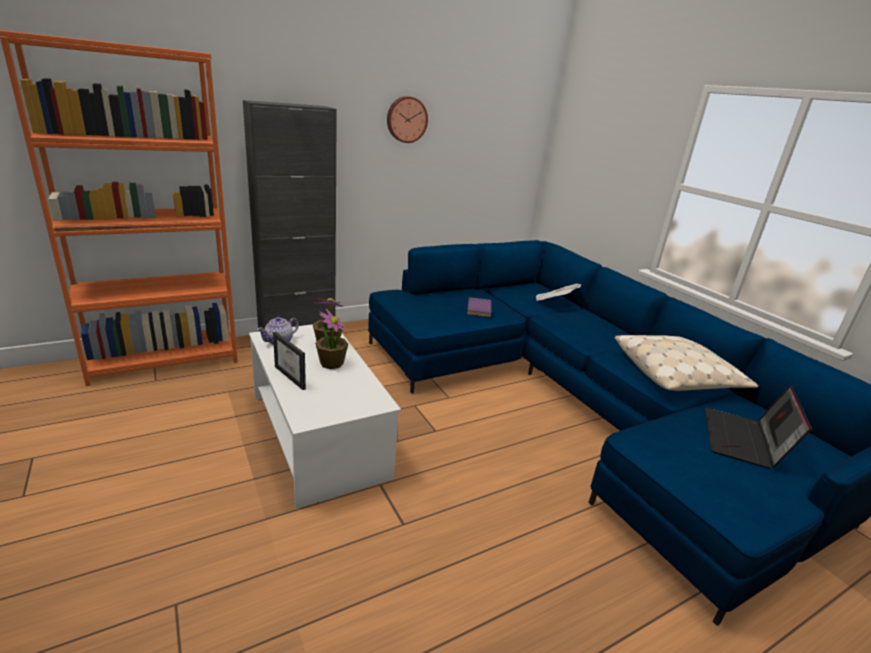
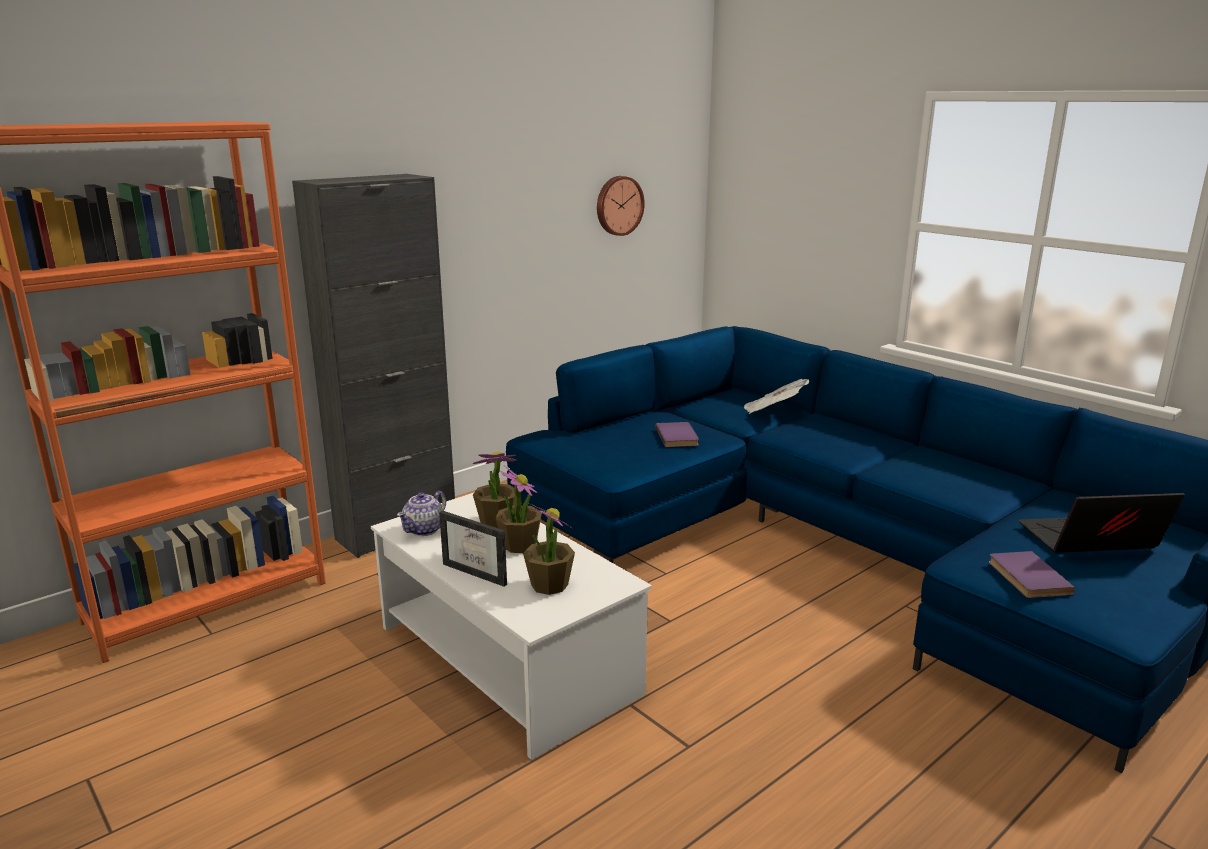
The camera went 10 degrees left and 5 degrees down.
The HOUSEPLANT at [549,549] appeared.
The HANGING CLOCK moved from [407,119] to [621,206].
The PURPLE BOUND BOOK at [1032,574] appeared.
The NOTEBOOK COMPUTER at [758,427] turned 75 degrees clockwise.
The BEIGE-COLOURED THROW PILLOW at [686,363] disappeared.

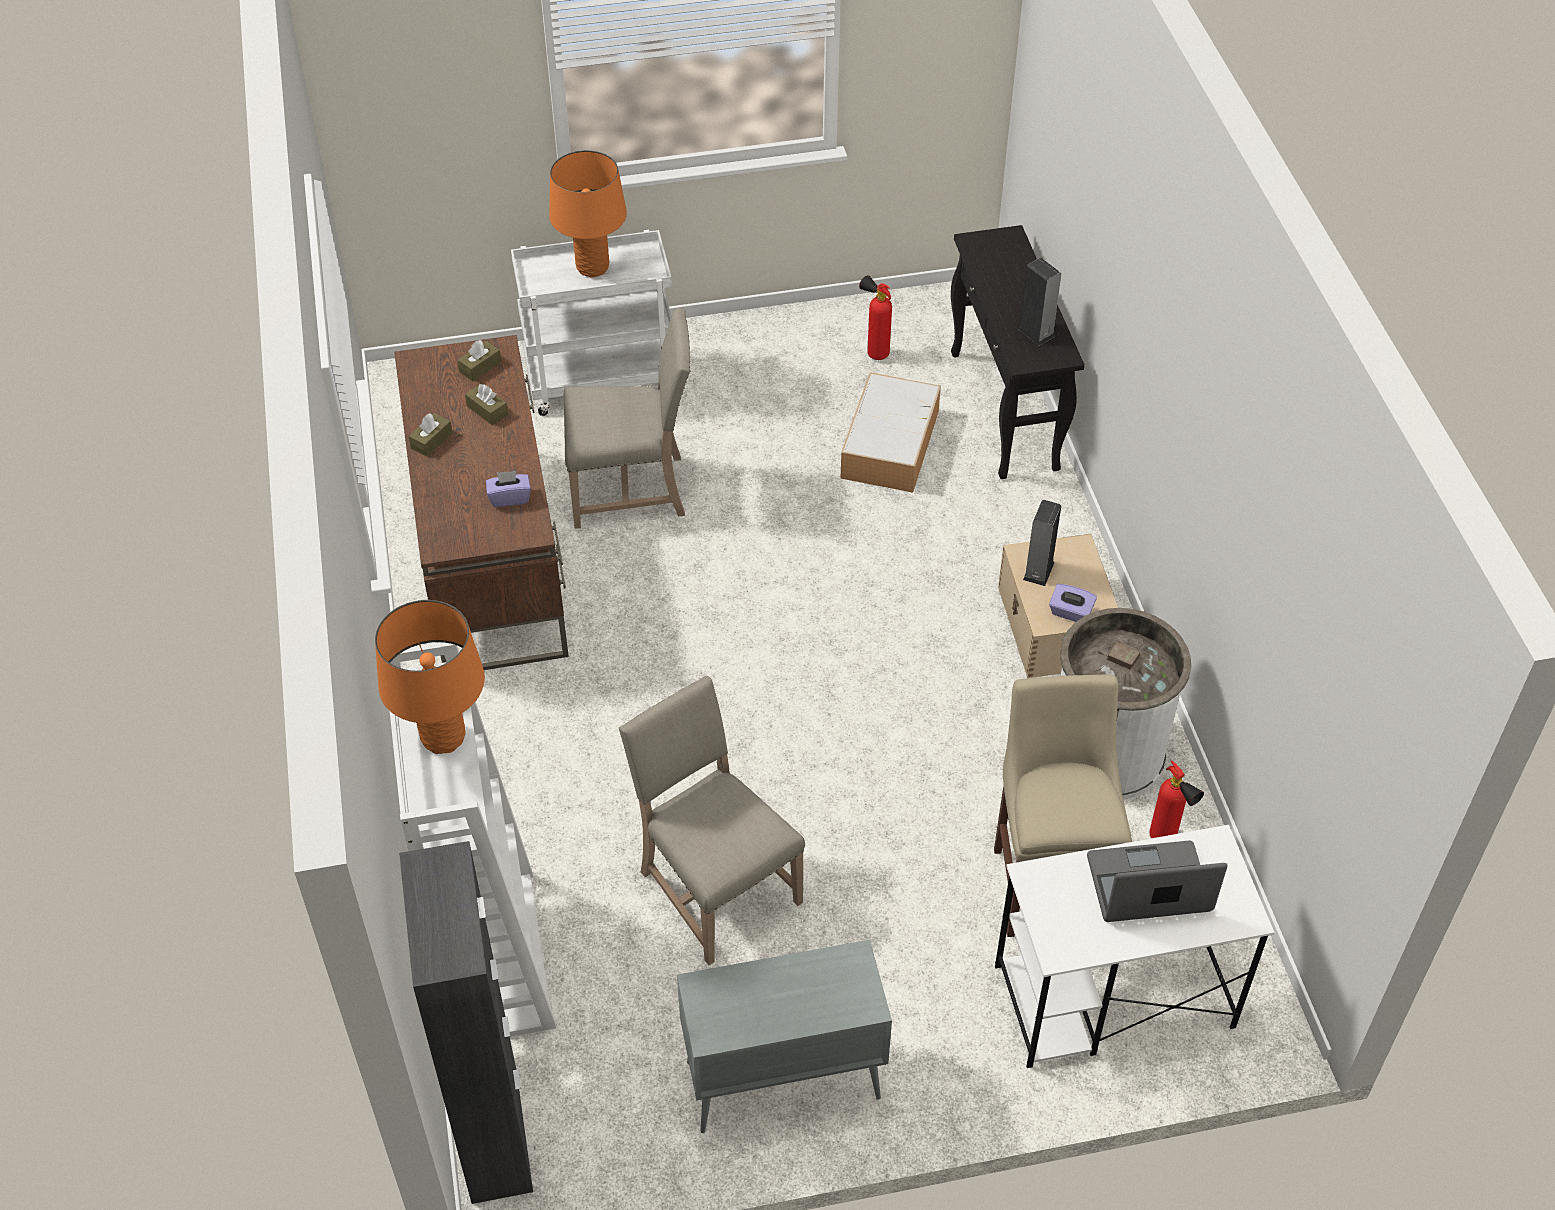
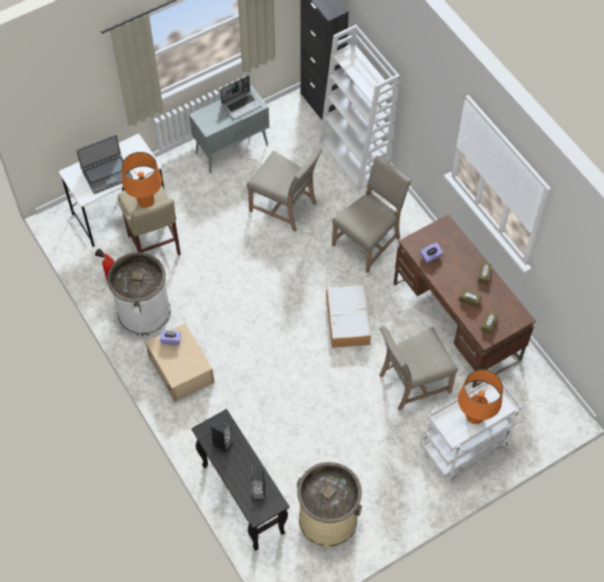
The camera went 160 degrees right and 10 degrees up.
The ORANGE TABLETOP LAMP moved from [430,677] to [142,180].
The NOTEBOOK COMPUTER at [241,97] appeared.
The LOUDSPEAKER moved from [1042,543] to [259,483].
The FIRE EXTINGUISHER at [875,317] was replaced by the BEIGE-COLOURED WASTE BIN at [329,505].
The STORAGE CONTAINER moved from [890,433] to [348,315].
The BEIGE-COLOURED CHAIR at [371,214] appeared.

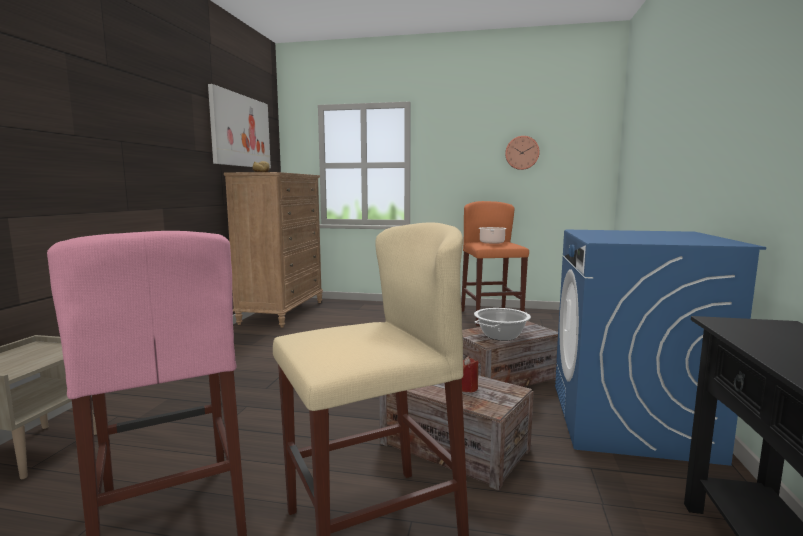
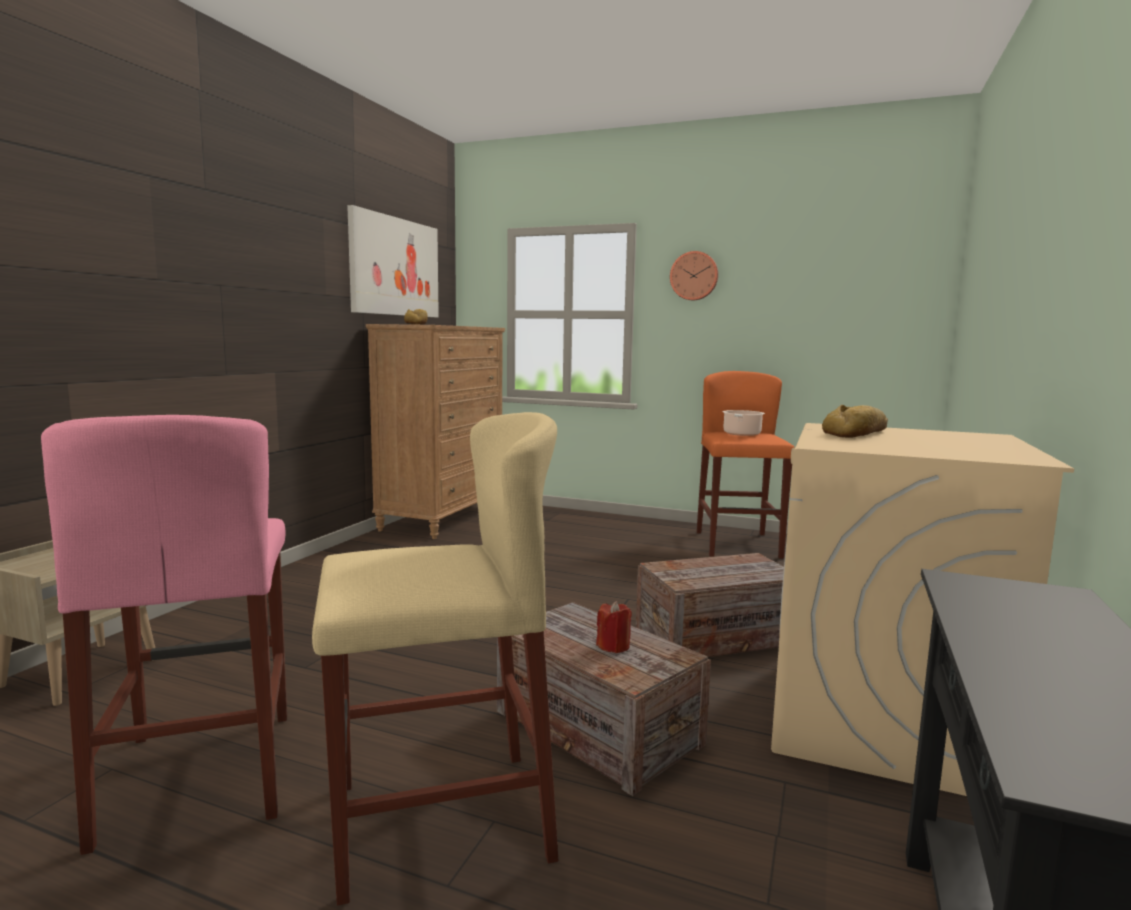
The camera went 10 degrees right and 0 degrees up.
The HANGING CLOCK moved from [522,153] to [694,275].
The BLUE LAUNDRY MACHINE at [660,348] became the BEIGE-COLOURED LAUNDRY MACHINE at [922,609].
The BAKERY BREAD at [855,421] appeared.
The STOCKPOT at [502,324] disappeared.

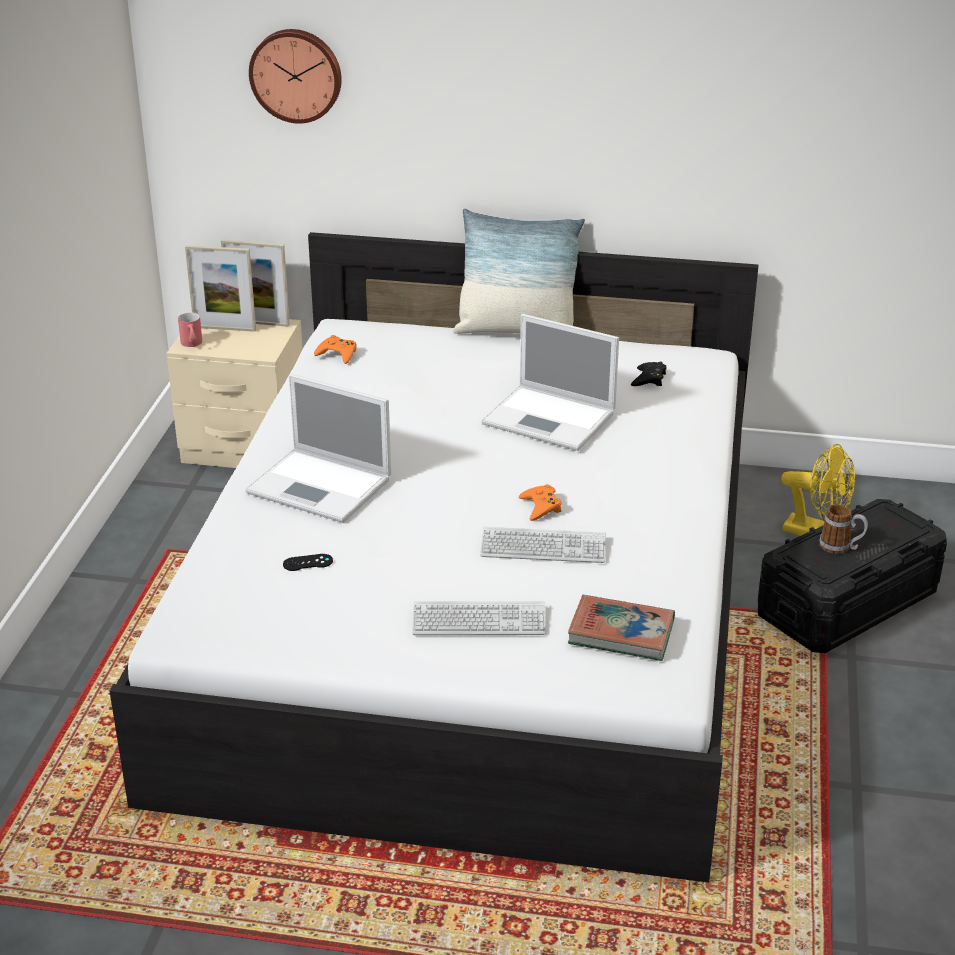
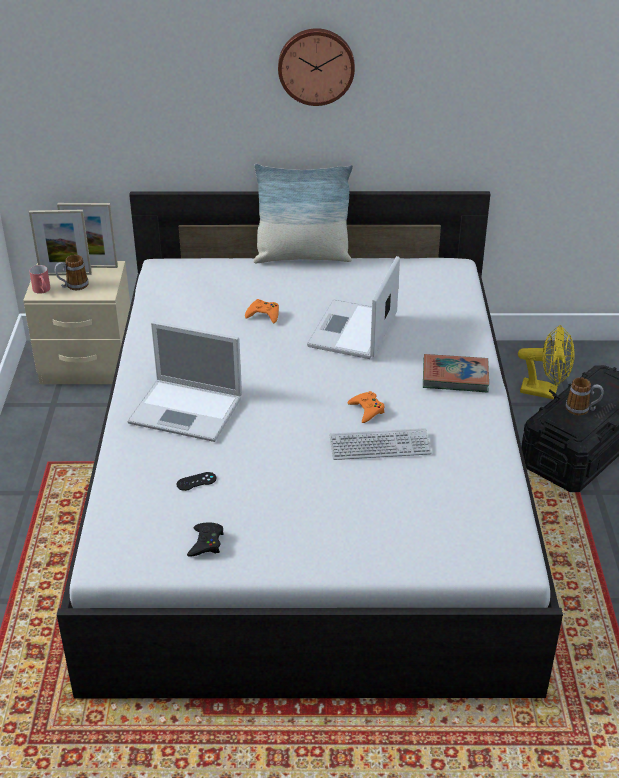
The camera went 10 degrees left and 5 degrees up.
The COFFEE MUG at [72,272] appeared.
The BLACK GAMEPAD moved from [649,374] to [205,539].
The ORANGE GAMEPAD moved from [335,349] to [262,311].
The HANGING CLOCK moved from [295,76] to [316,67].
The NOTEBOOK COMPUTER at [550,382] turned 90 degrees clockwise.
The BOUND BOOK moved from [621,628] to [456,373].
The COMPUTER KEYBOARD at [479,618] disappeared.

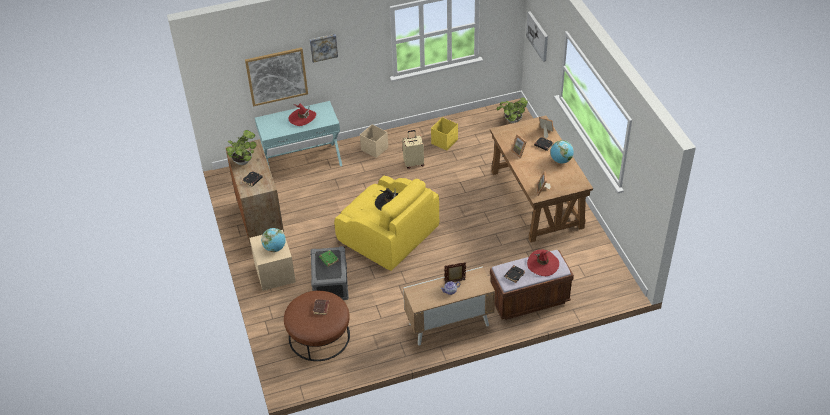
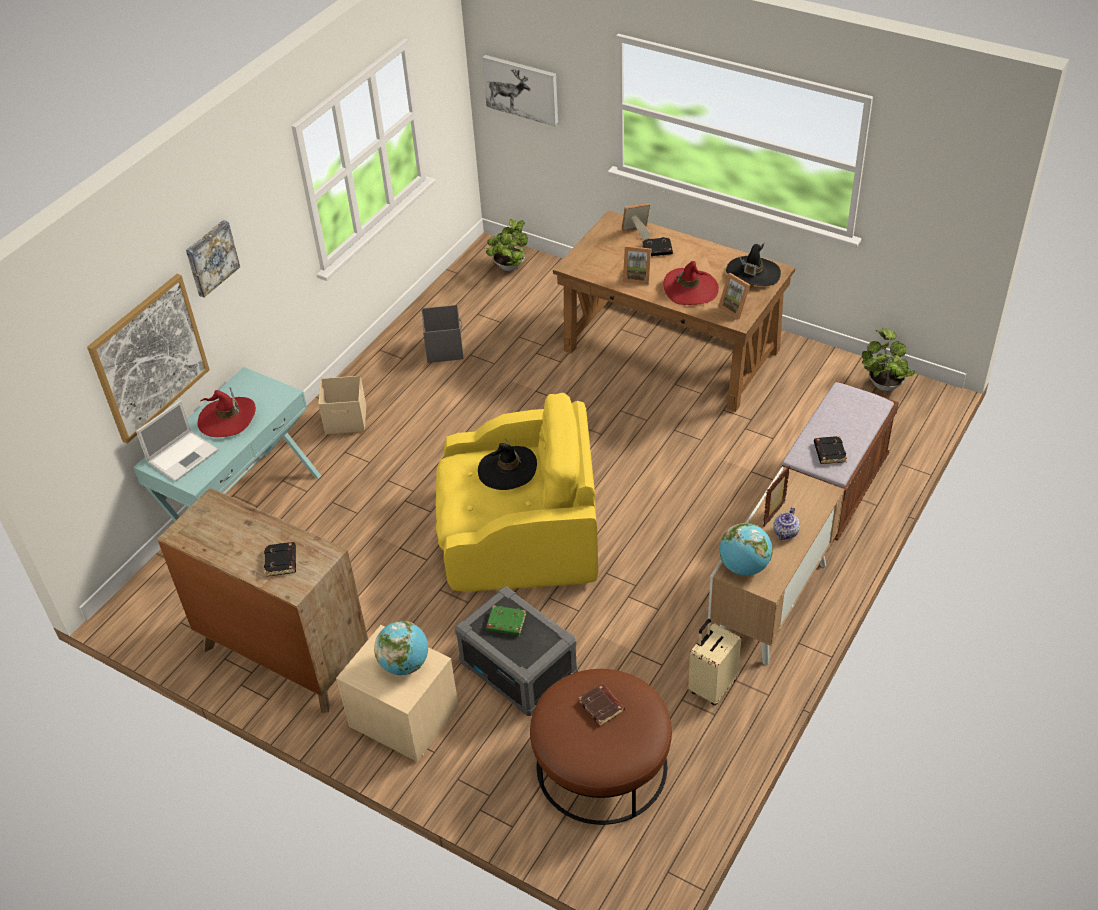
The camera went 40 degrees left and 0 degrees up.
The NOTEBOOK COMPUTER at [177,441] appeared.
The YELLOWISH STORAGE CONTAINER at [444,134] became the GREYISH STORAGE CONTAINER at [442,334].
The REDDISH HAT moved from [543,263] to [691,282].
The BEIGE-COLOURED SUITCASE moved from [413,149] to [714,662].
The DESK GLOBE moved from [562,152] to [746,549].
The BLACK HAT at [753,264] appeared.
The HOUSEPLANT moved from [241,147] to [888,359].

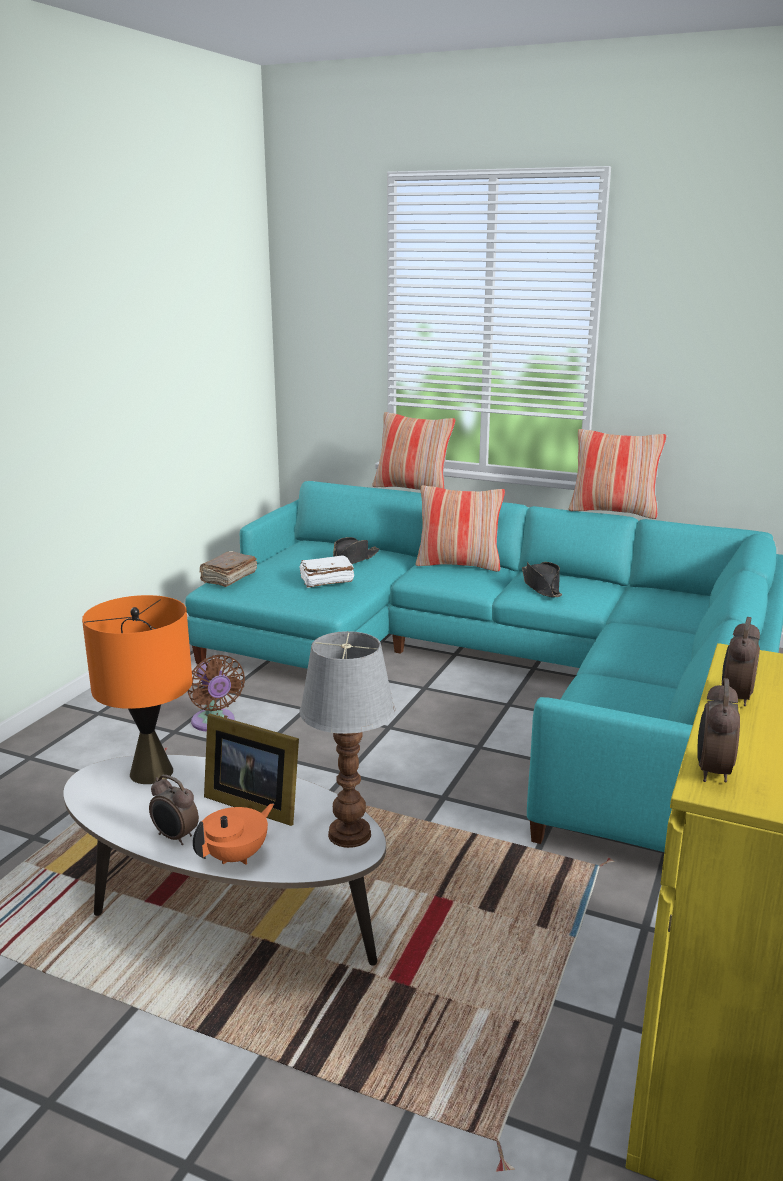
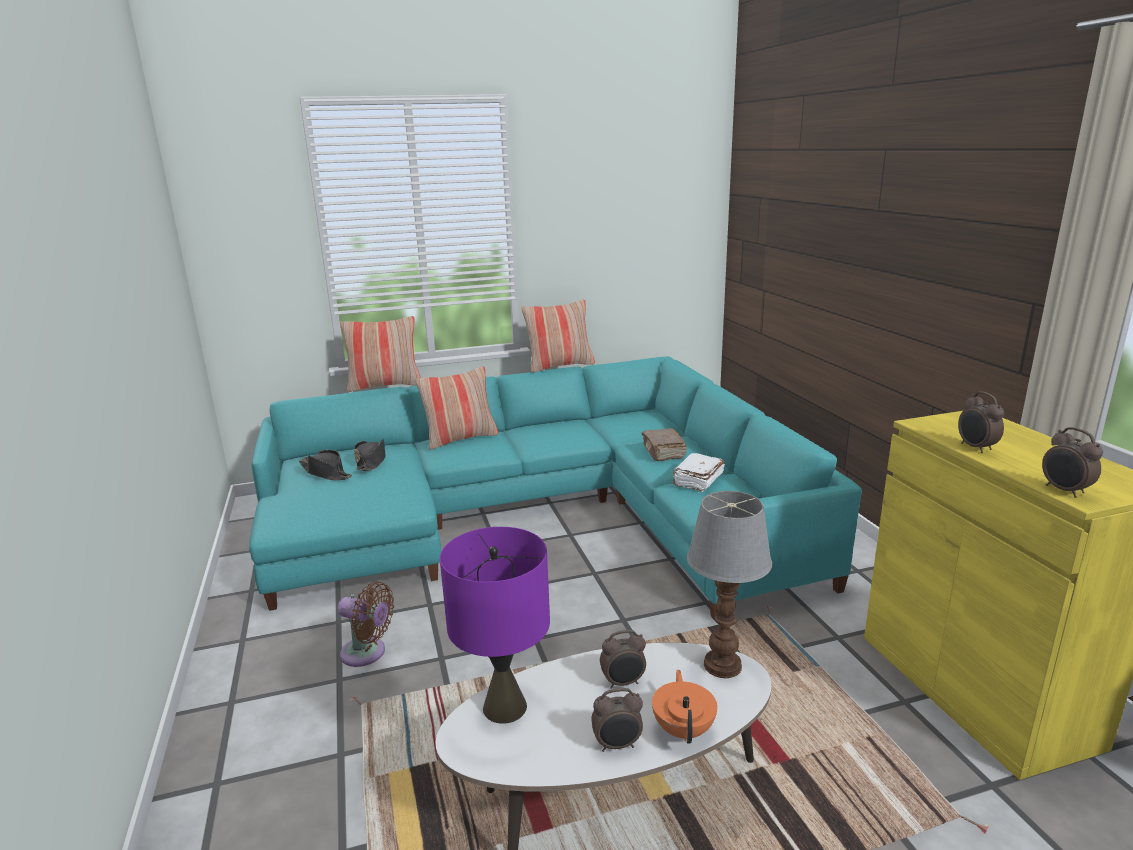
The camera went 40 degrees left and 0 degrees up.
The BLACK HAT moved from [542,579] to [325,465].
The ORANGE TABLETOP LAMP at [137,689] became the PURPLE TABLETOP LAMP at [495,625].
The STANDING FRAME at [251,770] was replaced by the ALARM CLOCK at [623,659].
The BROWN BOUND BOOK moved from [228,569] to [664,444].
The WHITE BOUND BOOK moved from [326,572] to [698,472].

